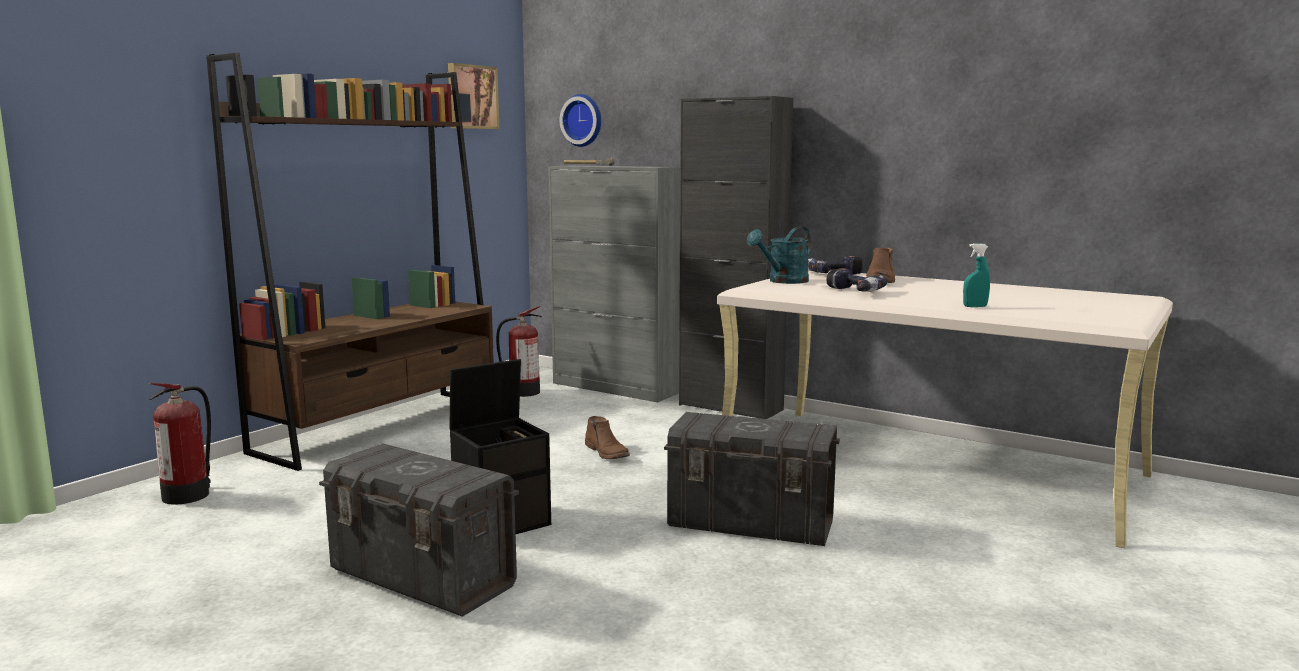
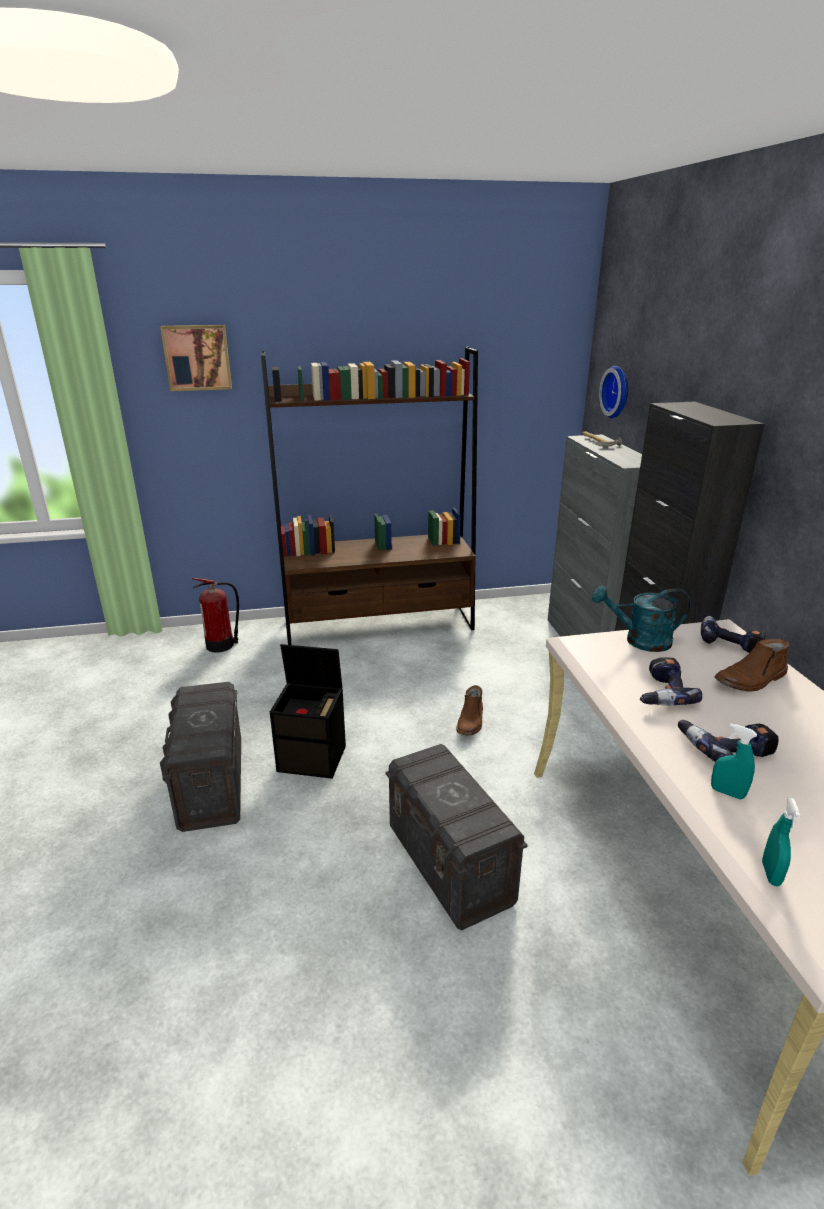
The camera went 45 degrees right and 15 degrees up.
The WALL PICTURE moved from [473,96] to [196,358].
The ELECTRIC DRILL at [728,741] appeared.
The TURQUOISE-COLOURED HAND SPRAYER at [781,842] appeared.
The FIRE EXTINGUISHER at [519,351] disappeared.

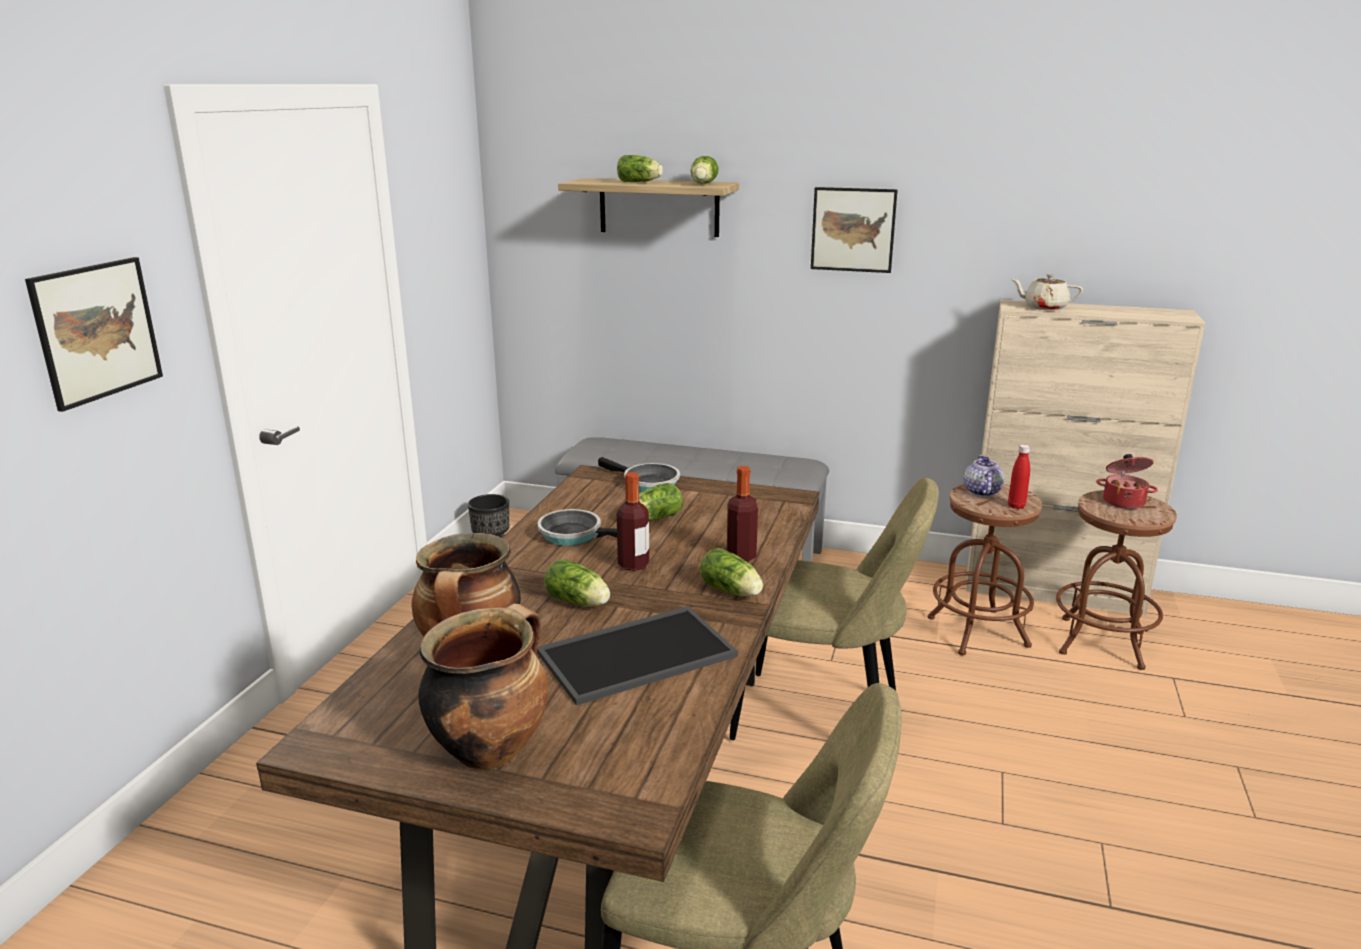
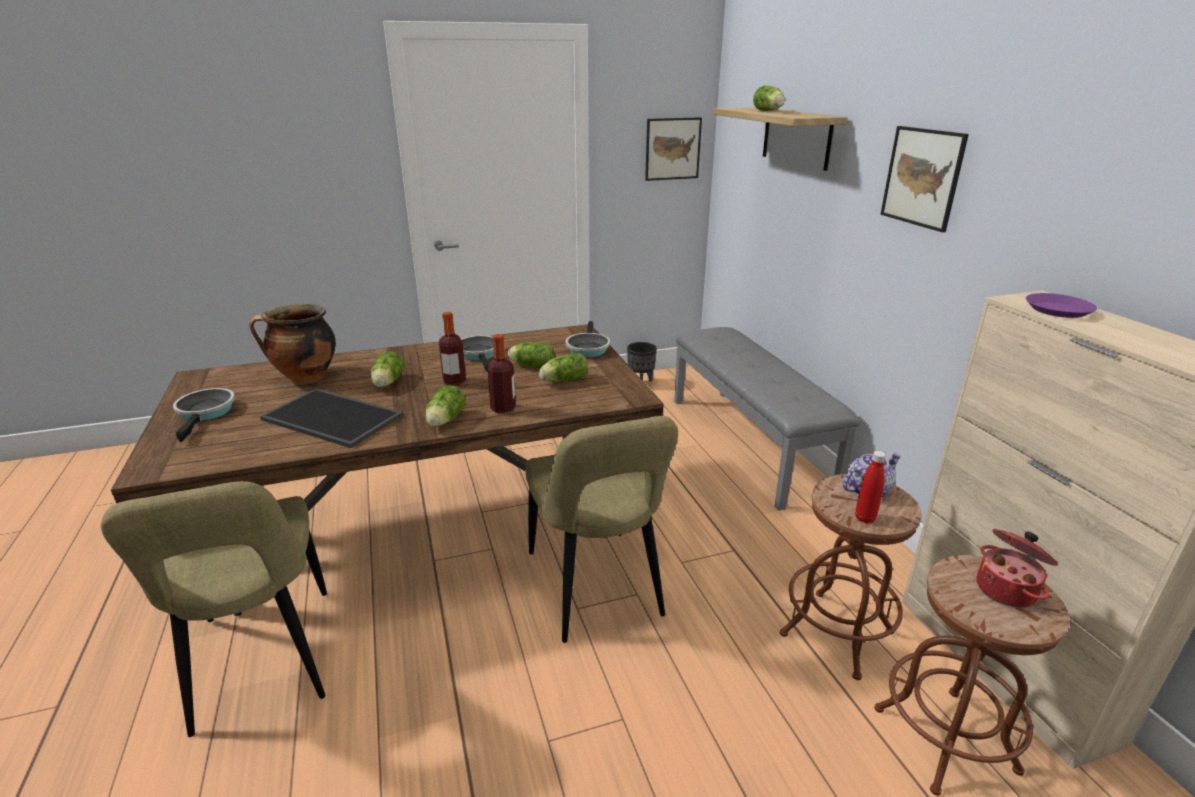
The camera went 55 degrees right and 5 degrees up.
The STOCKPOT at [483,687] was replaced by the FRYING PAN at [204,415].
The LETTUCE HEAD moved from [704,170] to [563,368].
The WALL PICTURE moved from [94,334] to [673,149].
The BEIGE-COLOURED TEA POT at [1047,292] was replaced by the PURPLE PLATE at [1061,305].

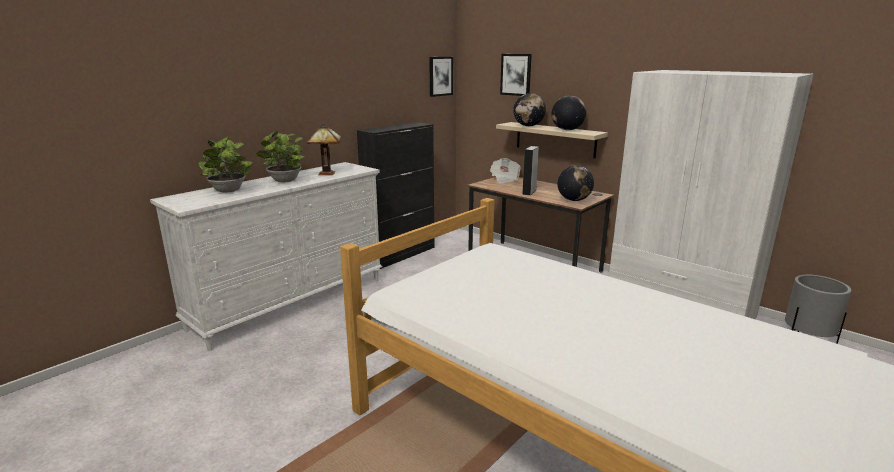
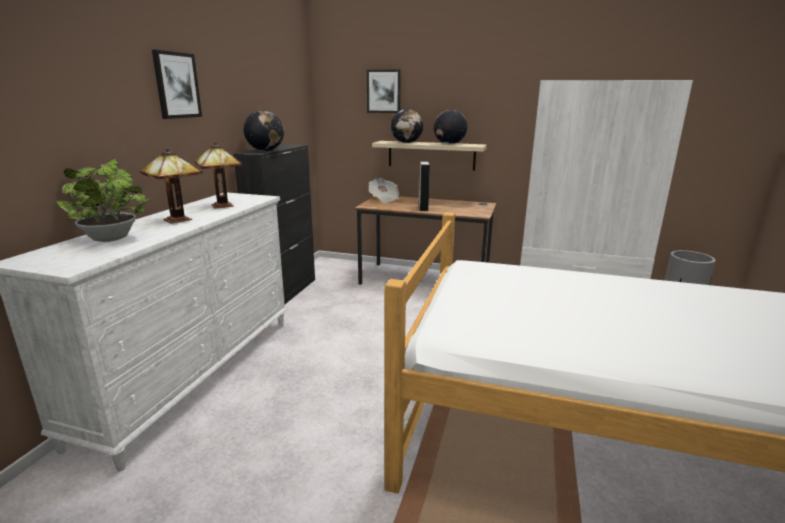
The camera went 25 degrees left and 0 degrees up.
The HOUSEPLANT at [281,157] was replaced by the TABLETOP LAMP at [171,186].
The WALL PICTURE moved from [441,77] to [177,84].
The DESK GLOBE moved from [575,183] to [263,130].

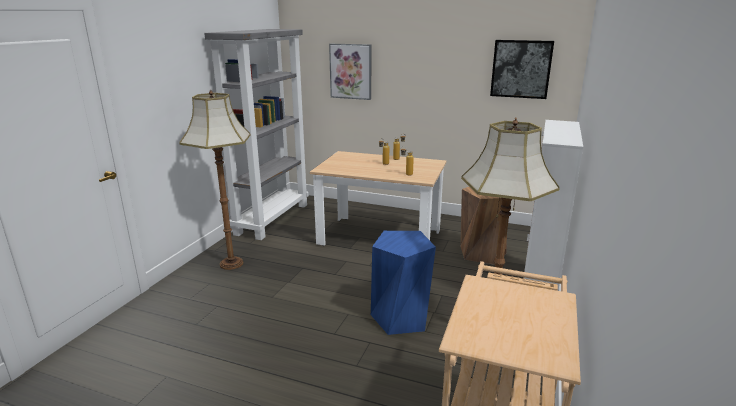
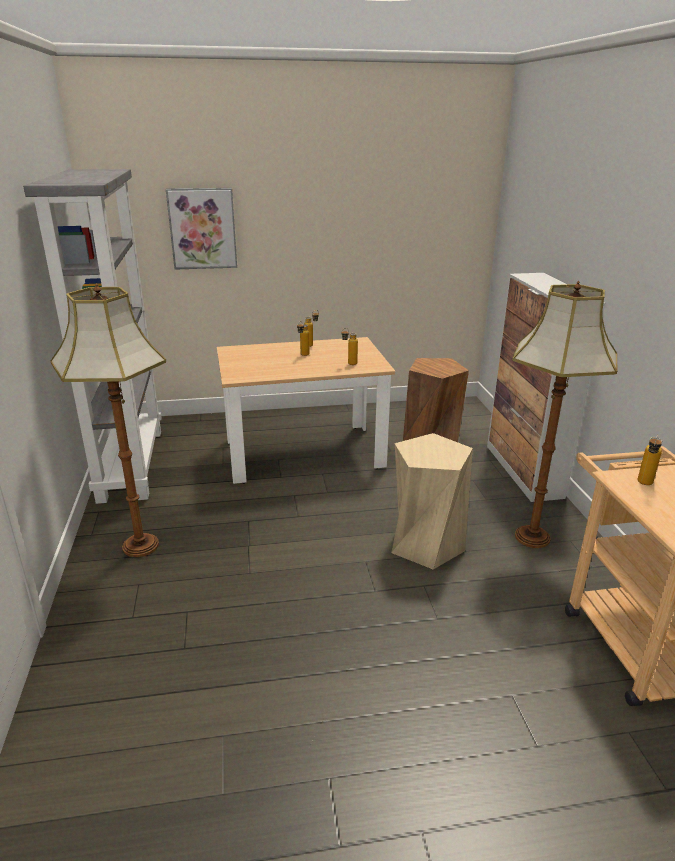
The camera went 30 degrees left and 5 degrees up.
The BLUE STOOL at [403,283] became the BEIGE-COLOURED STOOL at [432,501].
The DRINK BOTTLE at [650,460] appeared.
The WALL PICTURE at [522,69] disappeared.

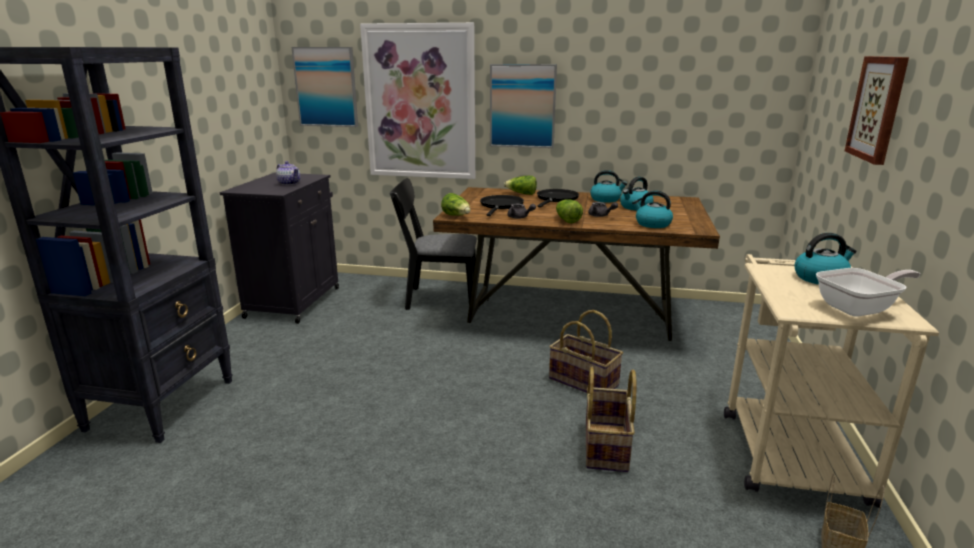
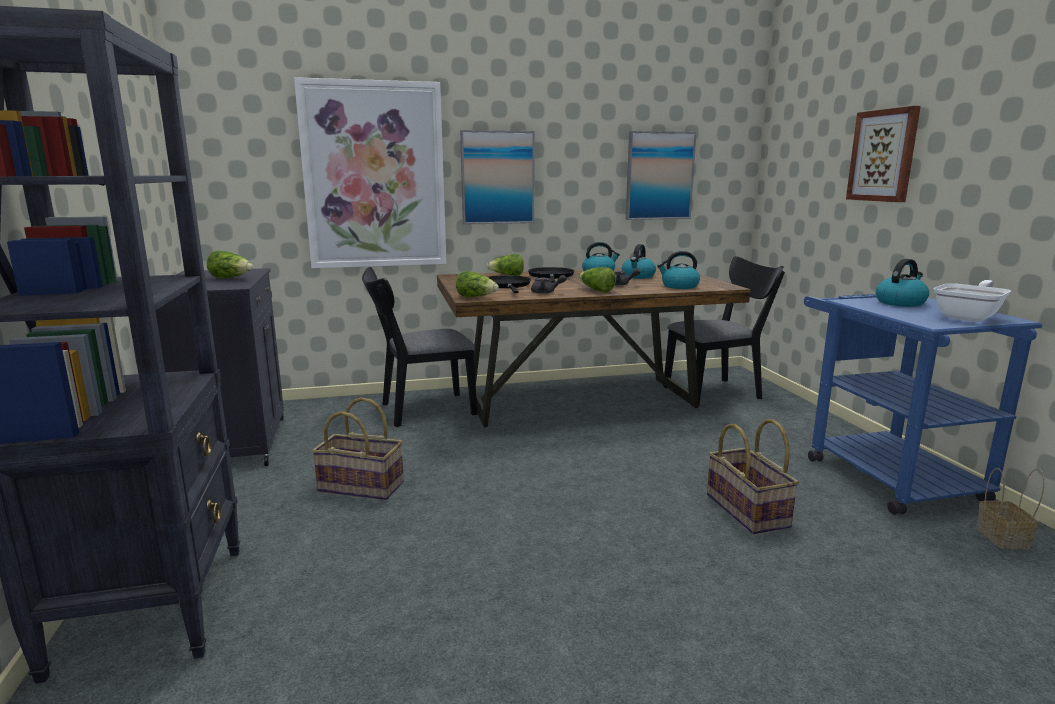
The camera went 25 degrees left and 5 degrees down.
The TEA POT at [288,173] was replaced by the LETTUCE HEAD at [229,264].
The HOUSEHOLD BASKET moved from [586,351] to [358,448].
The WALL PICTURE moved from [324,87] to [661,175].
The BLACK CHAIR at [724,330] appeared.
The BEIGE-COLOURED WHEELED CART at [831,381] became the BLUE WHEELED CART at [923,404].

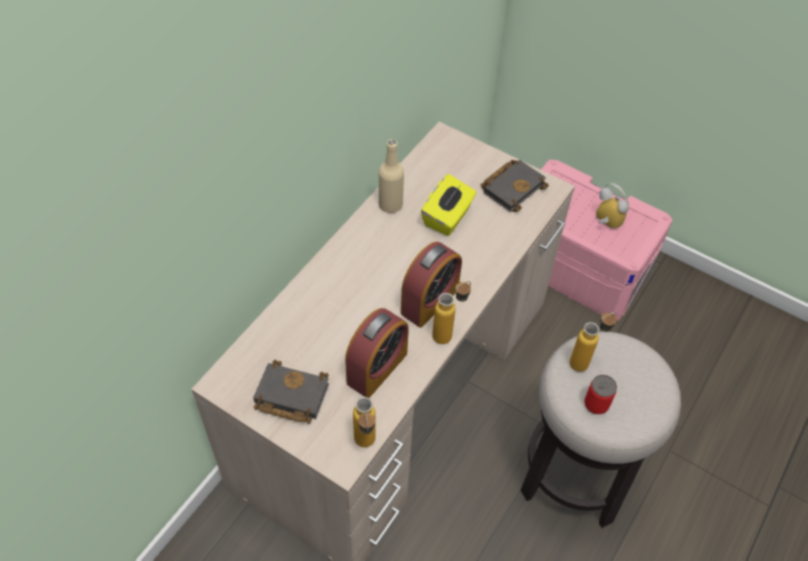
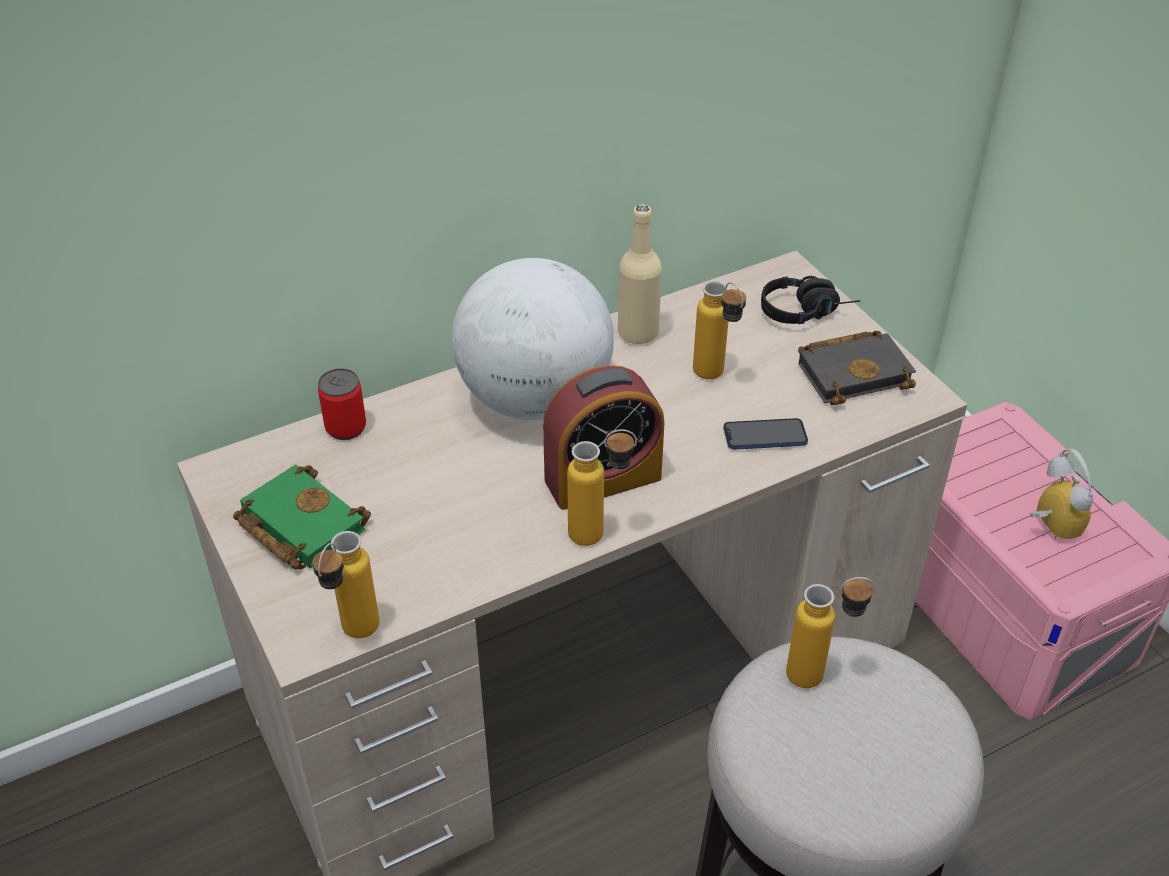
The camera went 30 degrees right and 10 degrees down.
The BLACK BOUND BOOK at [291,392] became the GREENISH BOUND BOOK at [302,516].
The CAN moved from [600,394] to [342,404].
The DESK GLOBE at [533,339] appeared.
The YELLOWISH BOX OF TISSUES at [448,205] was replaced by the DRINK BOTTLE at [719,330].
The TELEPHONE at [765,434] appeared.
The BLACK HEADSET at [810,300] appeared.
The ALARM CLOCK at [377,353] disappeared.

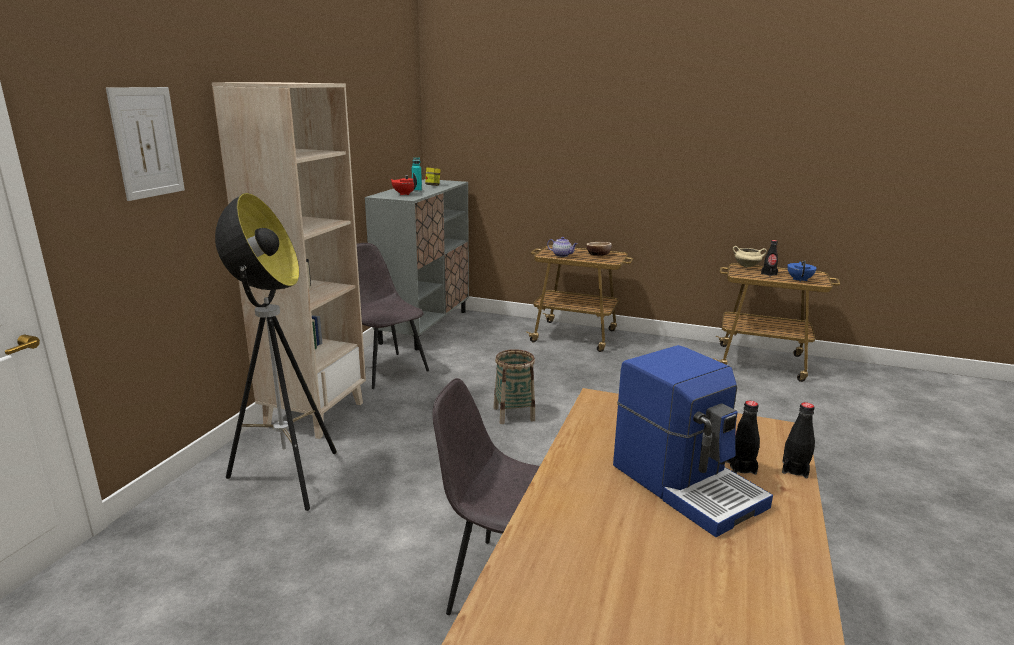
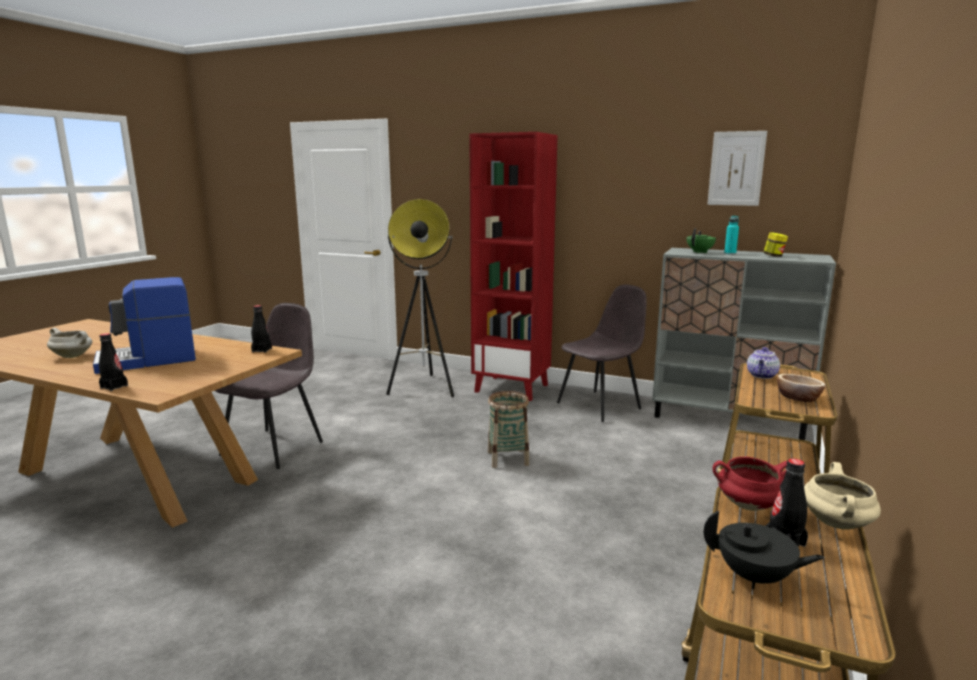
The camera went 95 degrees right and 5 degrees down.
The WHITE STOCKPOT at [69,343] appeared.
The BLACK DRINK BOTTLE moved from [743,438] to [261,329].
The BEIGE-COLOURED SHELVING UNIT at [289,260] became the REDDISH SHELVING UNIT at [513,266].
The REDDISH TEA POT at [404,184] became the GREENISH TEA POT at [701,240].
The BLUE TEA POT at [802,271] became the BLACK TEA POT at [764,550].
The WALL PICTURE moved from [145,144] to [737,168].
The REDDISH STOCKPOT at [750,484] appeared.

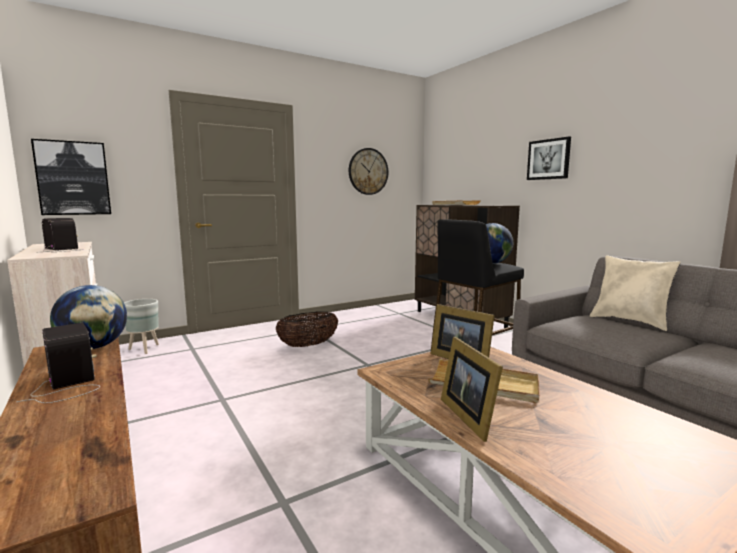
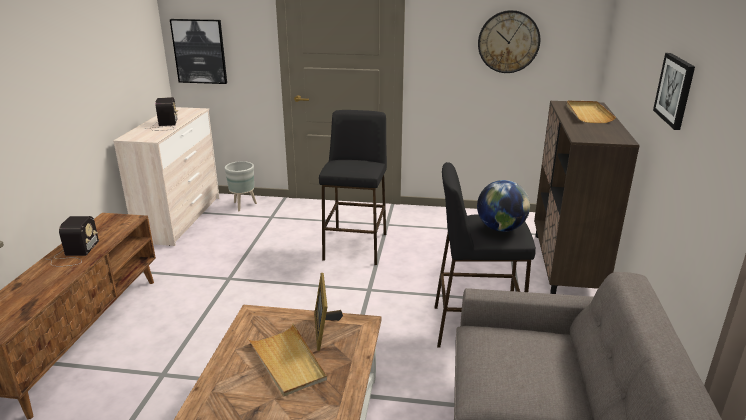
The camera went 40 degrees right and 15 degrees up.
The HOUSEHOLD BASKET at [307,329] was replaced by the BLACK STOOL at [353,187].
The DESK GLOBE at [88,317] disappeared.
The STANDING FRAME at [472,389] disappeared.
The BEIGE-COLOURED THROW PILLOW at [635,293] disappeared.

